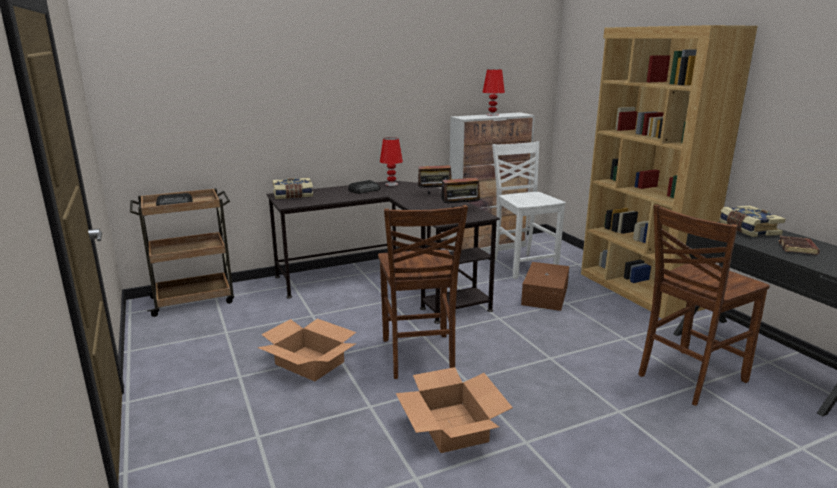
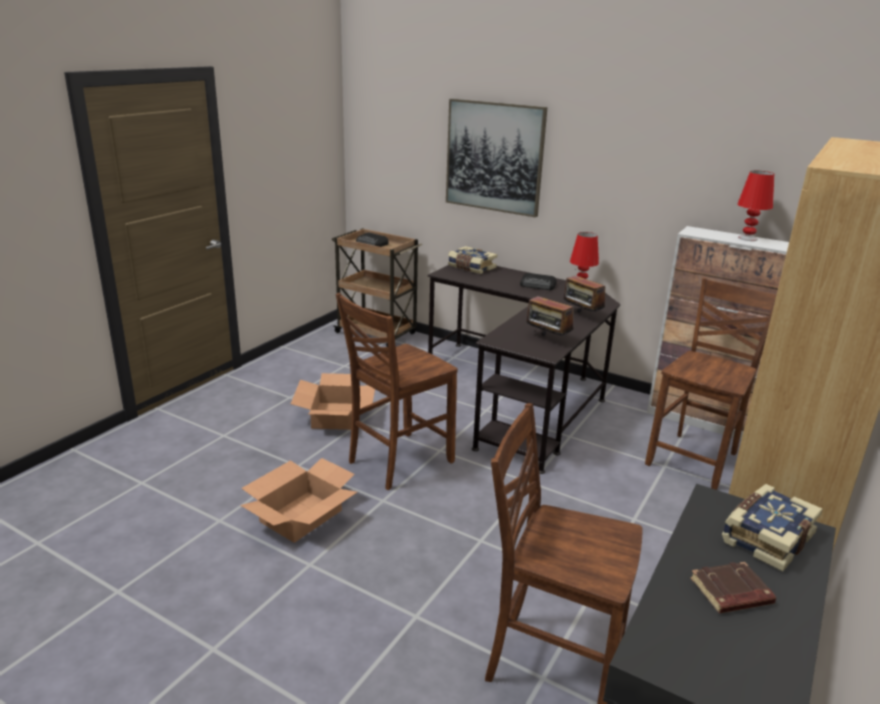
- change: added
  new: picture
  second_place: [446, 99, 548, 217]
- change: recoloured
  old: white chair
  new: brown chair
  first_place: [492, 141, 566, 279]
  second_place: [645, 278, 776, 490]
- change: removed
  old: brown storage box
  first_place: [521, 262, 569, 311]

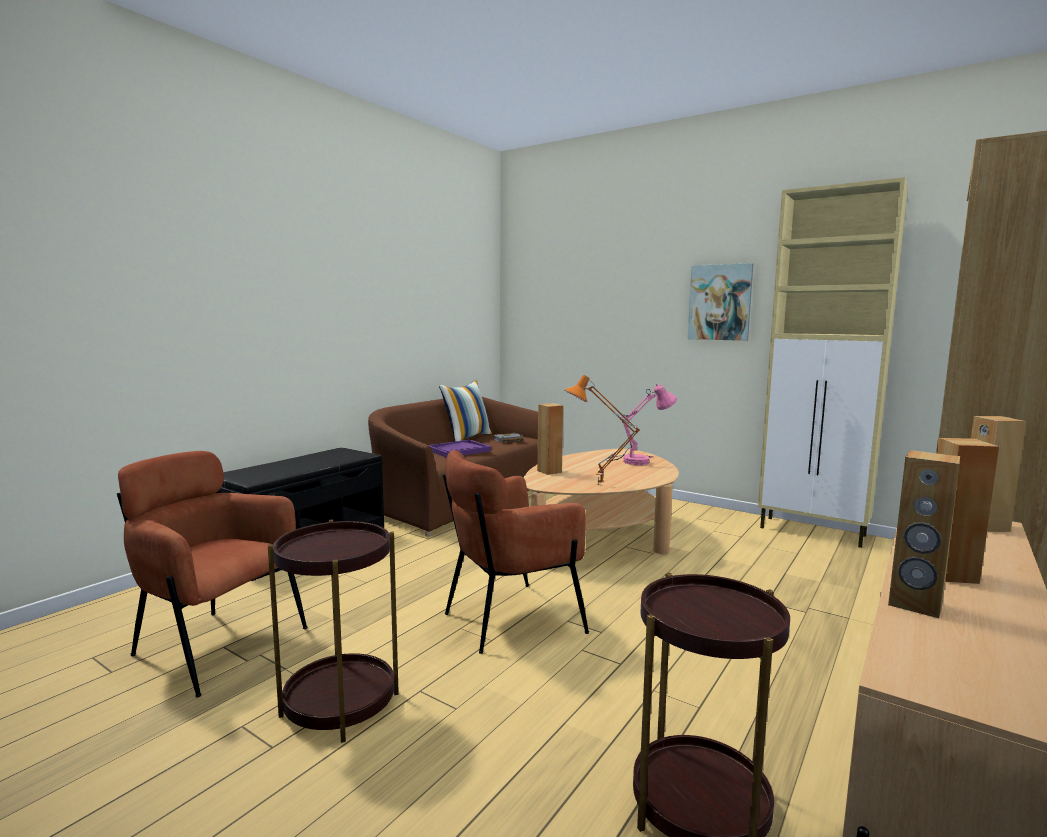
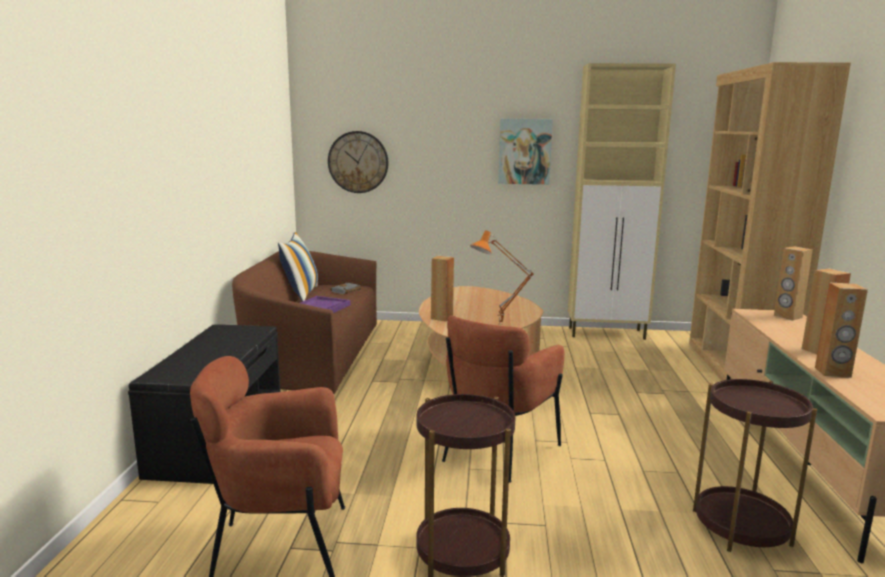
- change: added
  new: wall clock
  second_place: [328, 131, 388, 193]
- change: removed
  old: pink table lamp
  first_place: [607, 384, 677, 465]

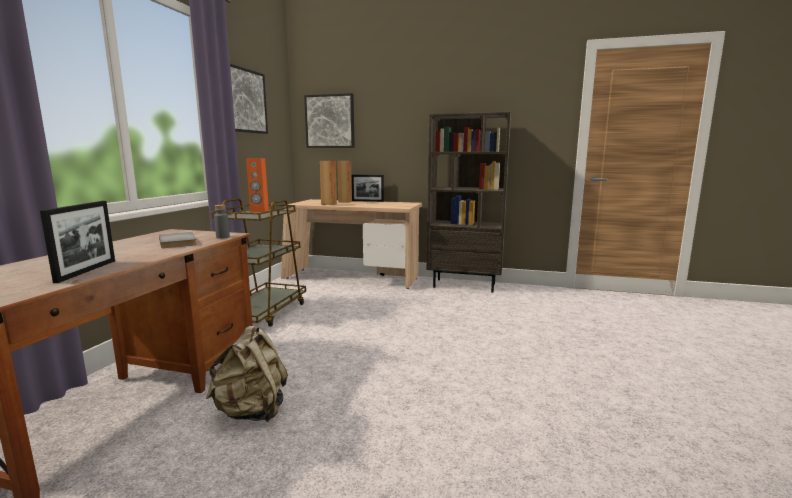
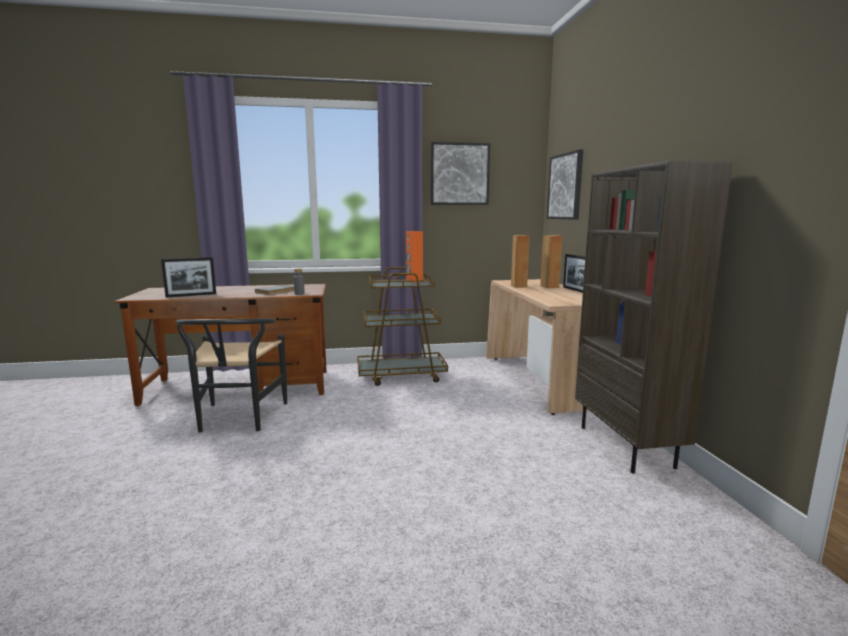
- change: replaced
  old: beige backpack
  new: black chair
  first_place: [206, 326, 288, 422]
  second_place: [176, 318, 287, 433]

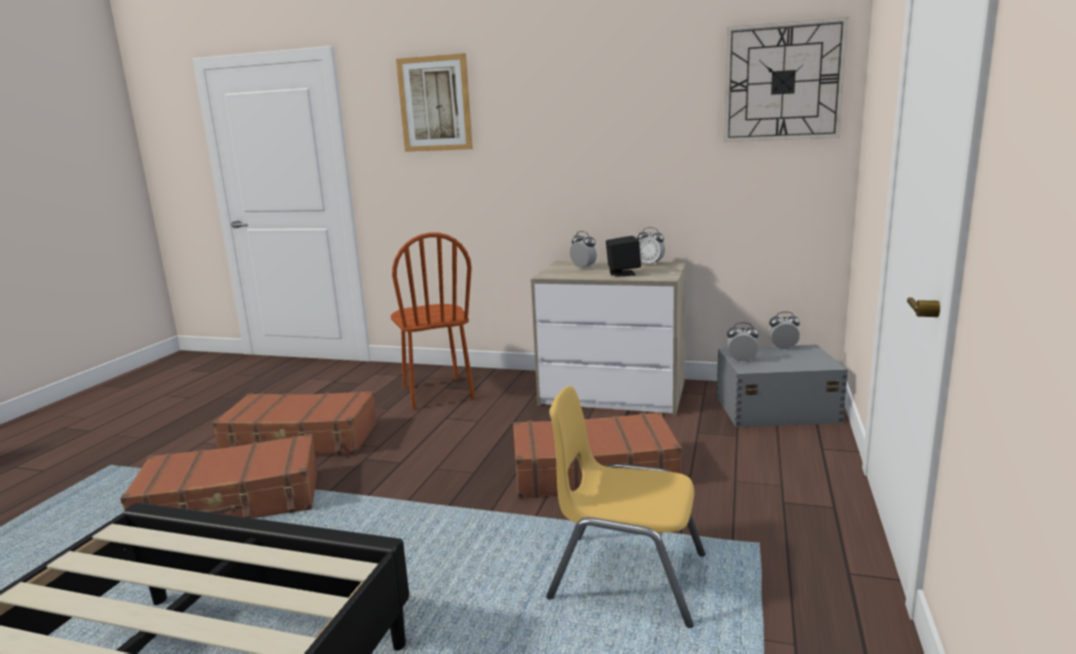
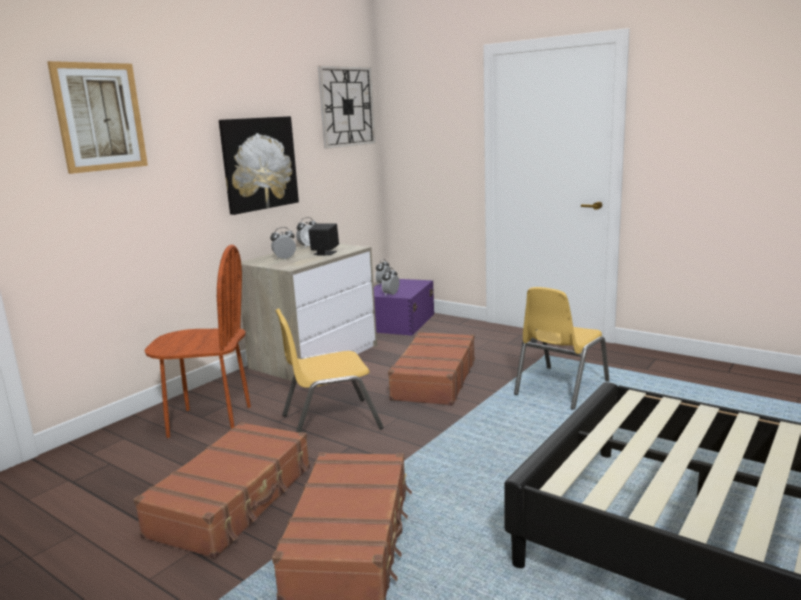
- change: added
  new: picture
  second_place: [219, 116, 299, 215]
- change: added
  new: yellow chair
  second_place: [275, 308, 383, 433]
- change: recoloured
  old: grey storage box
  new: purple storage box
  first_place: [717, 345, 848, 427]
  second_place: [374, 279, 434, 336]

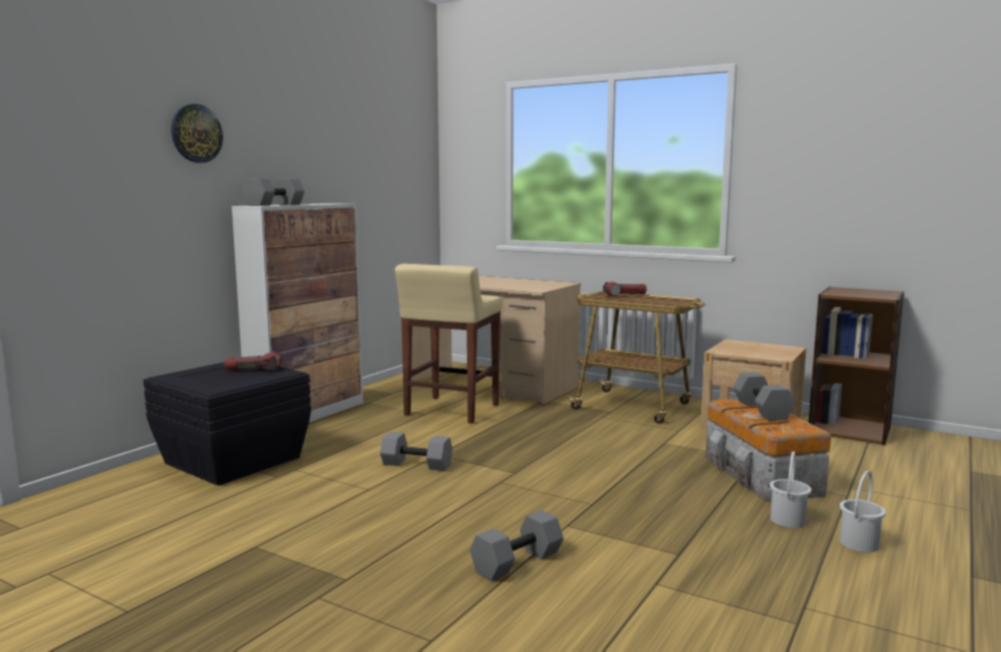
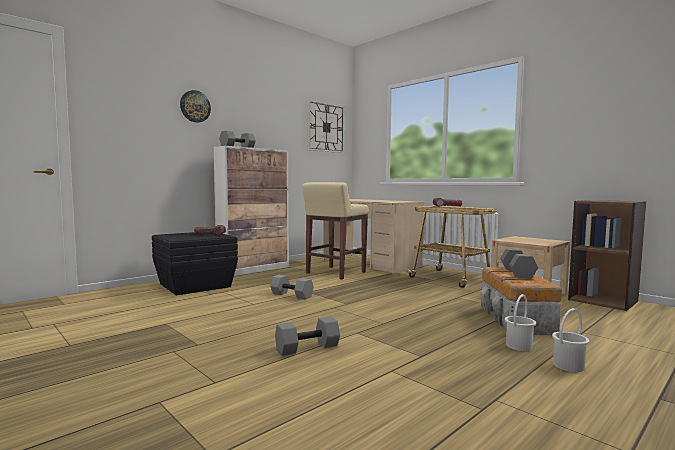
- change: added
  new: wall clock
  second_place: [308, 100, 345, 153]

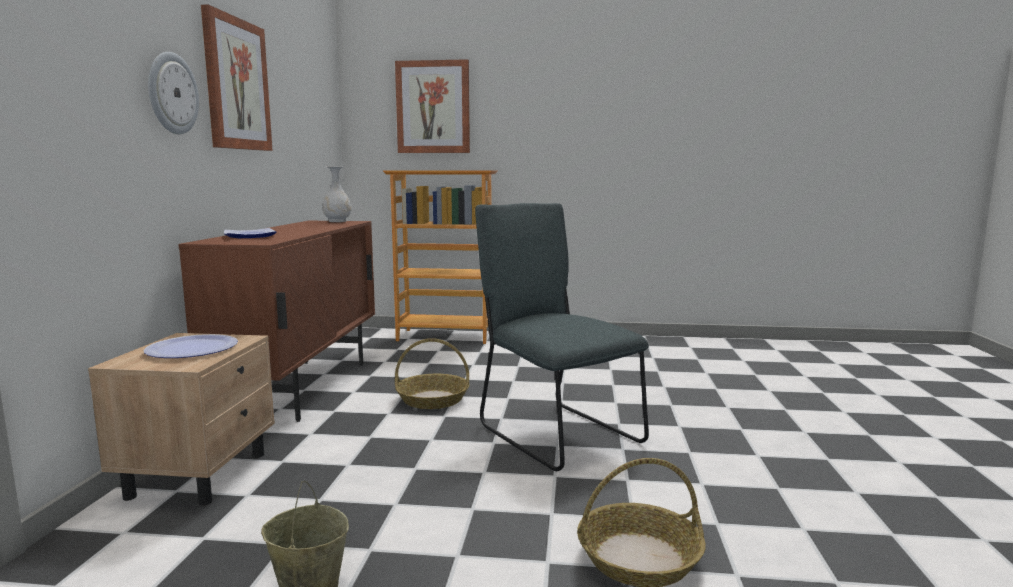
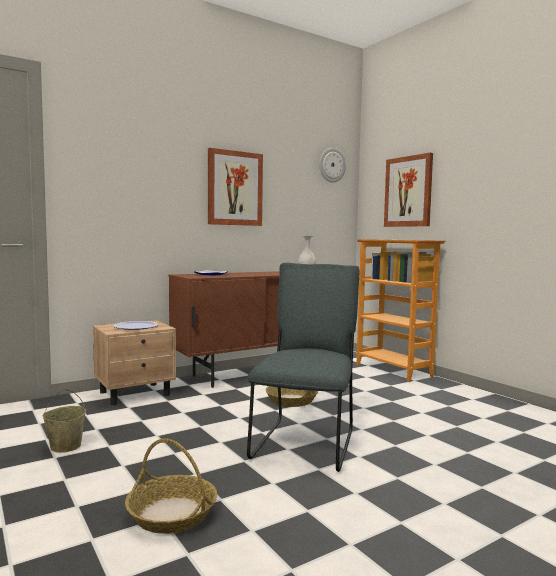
- change: moved
  old: wall clock
  first_place: [148, 52, 199, 134]
  second_place: [319, 148, 346, 183]

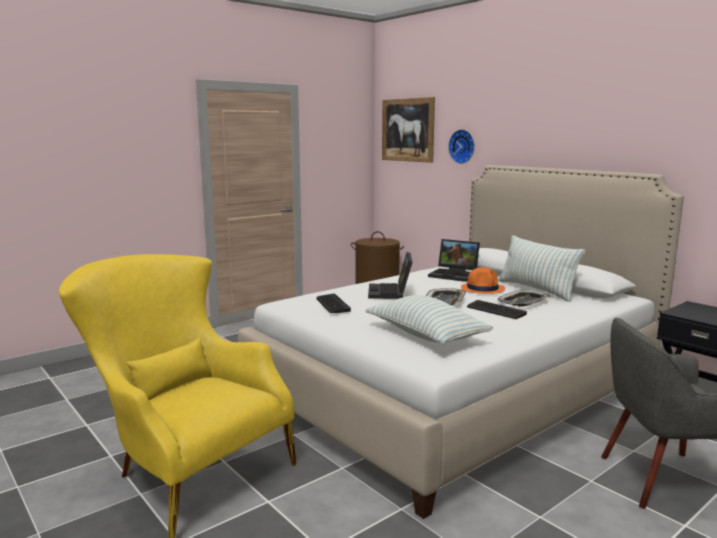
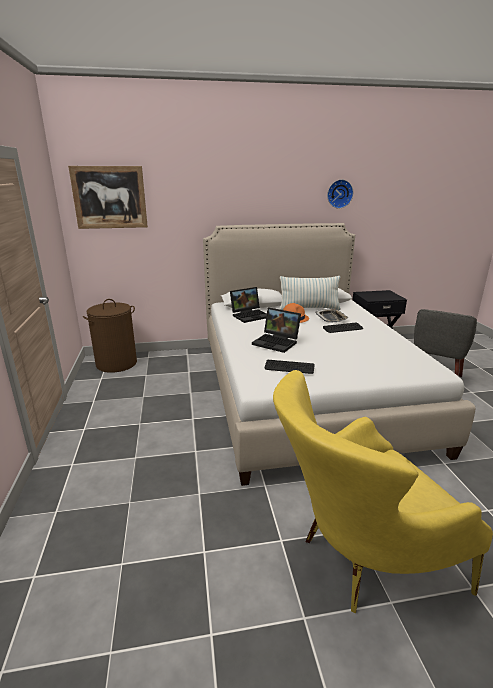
- change: moved
  old: wall clock
  first_place: [448, 129, 475, 164]
  second_place: [327, 179, 353, 209]
- change: removed
  old: pillow
  first_place: [366, 295, 493, 345]
- change: removed
  old: tray
  first_place: [426, 288, 466, 305]

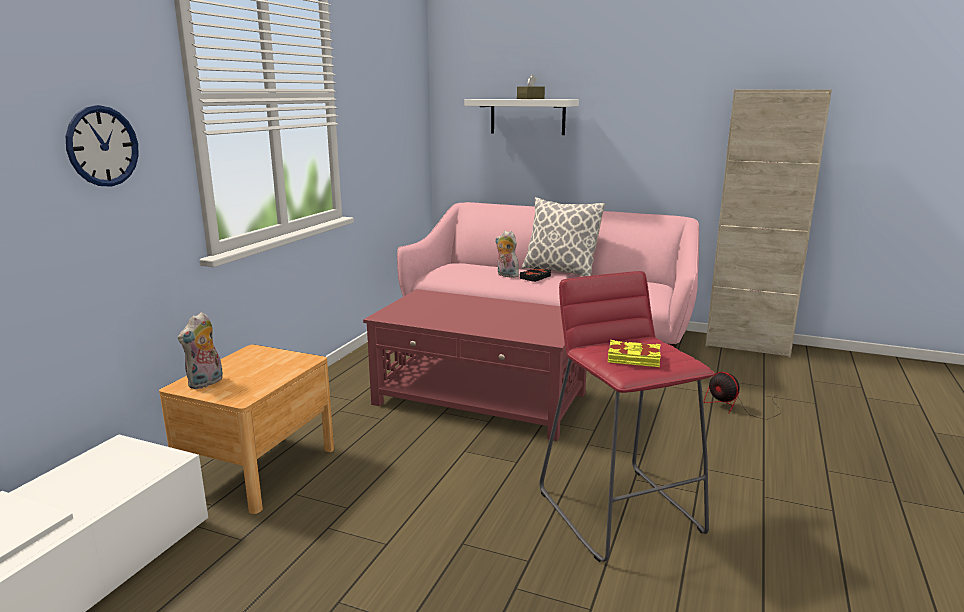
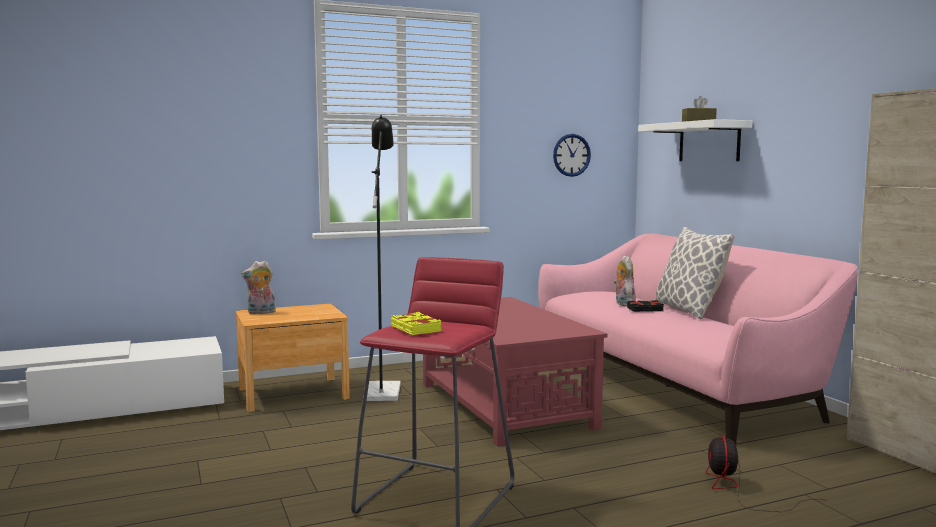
- change: added
  new: black floor lamp
  second_place: [366, 115, 401, 401]
- change: moved
  old: wall clock
  first_place: [66, 105, 139, 187]
  second_place: [553, 134, 591, 177]

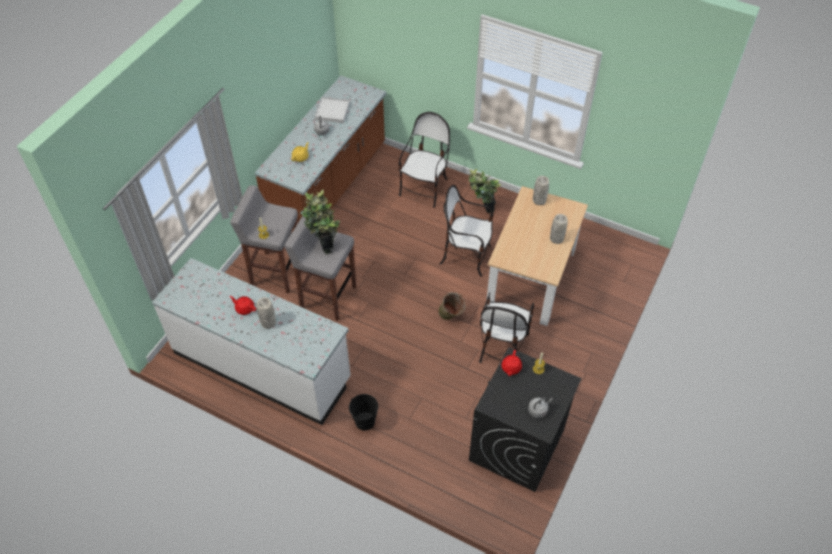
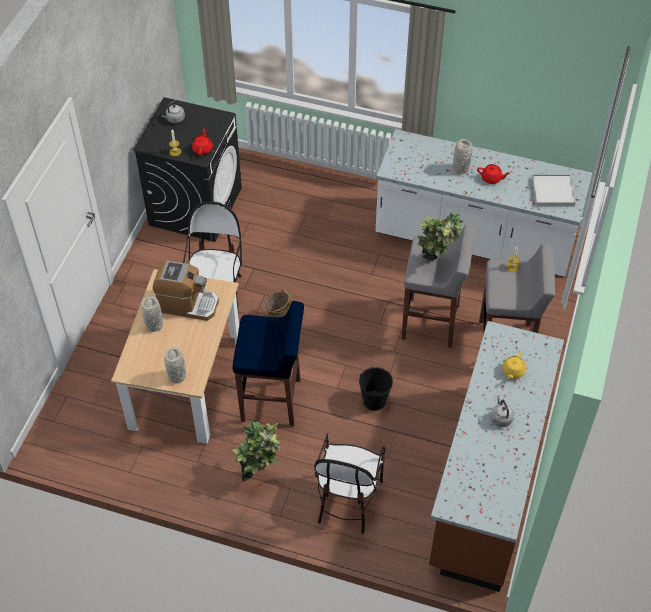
- change: added
  new: coffee machine
  second_place: [153, 260, 219, 321]
- change: replaced
  old: chair
  new: blue stool
  first_place: [440, 185, 493, 277]
  second_place: [233, 301, 304, 426]
- change: moved
  old: black bucket
  first_place: [349, 394, 378, 431]
  second_place: [359, 367, 393, 411]
- change: moved
  old: white tray
  first_place: [314, 97, 350, 123]
  second_place: [532, 174, 576, 207]

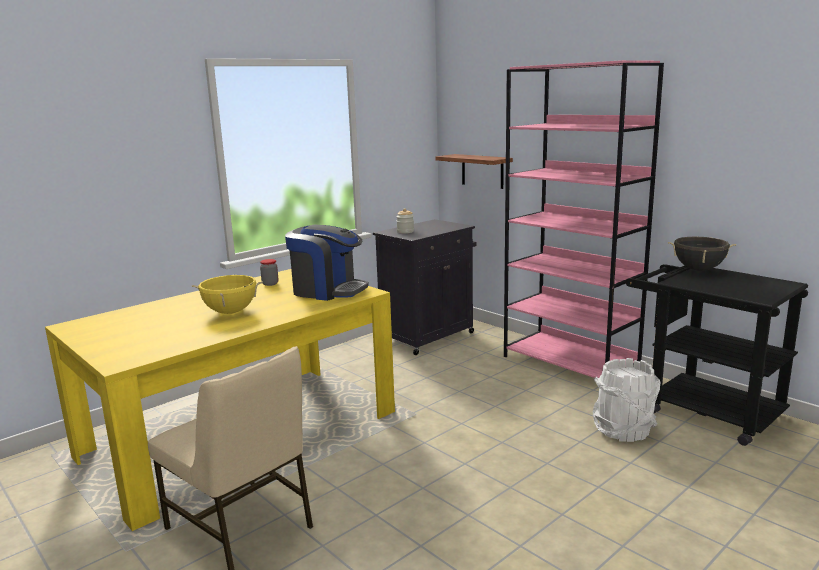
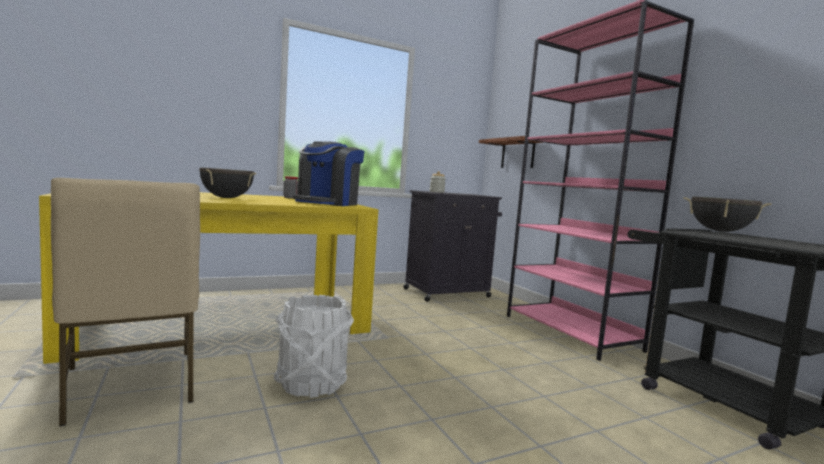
- change: recoloured
  old: yellow cooking pot
  new: black cooking pot
  first_place: [192, 274, 263, 314]
  second_place: [199, 167, 256, 198]
- change: moved
  old: white bucket
  first_place: [593, 358, 660, 442]
  second_place: [274, 295, 354, 398]
- change: turned
  old: coffee machine
  first_place: [285, 225, 369, 301]
  second_place: [293, 141, 364, 206]
  degrees: 75

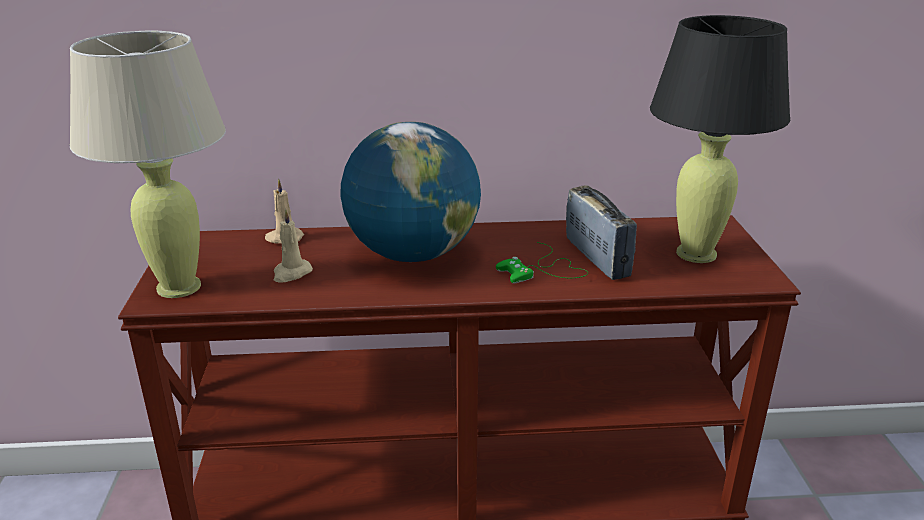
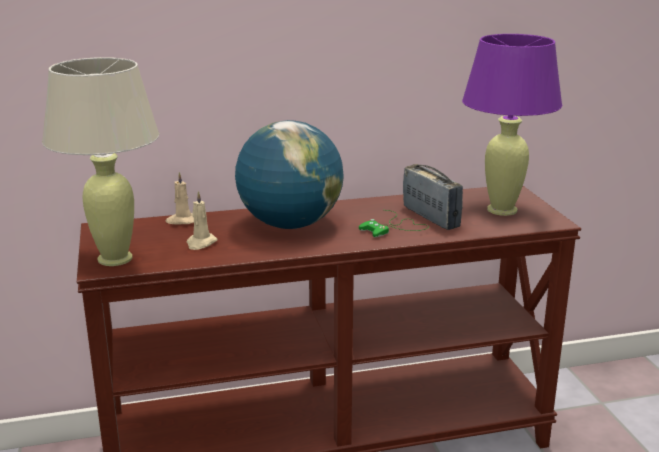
- change: recoloured
  old: black table lamp
  new: purple table lamp
  first_place: [650, 15, 790, 263]
  second_place: [462, 34, 562, 216]

